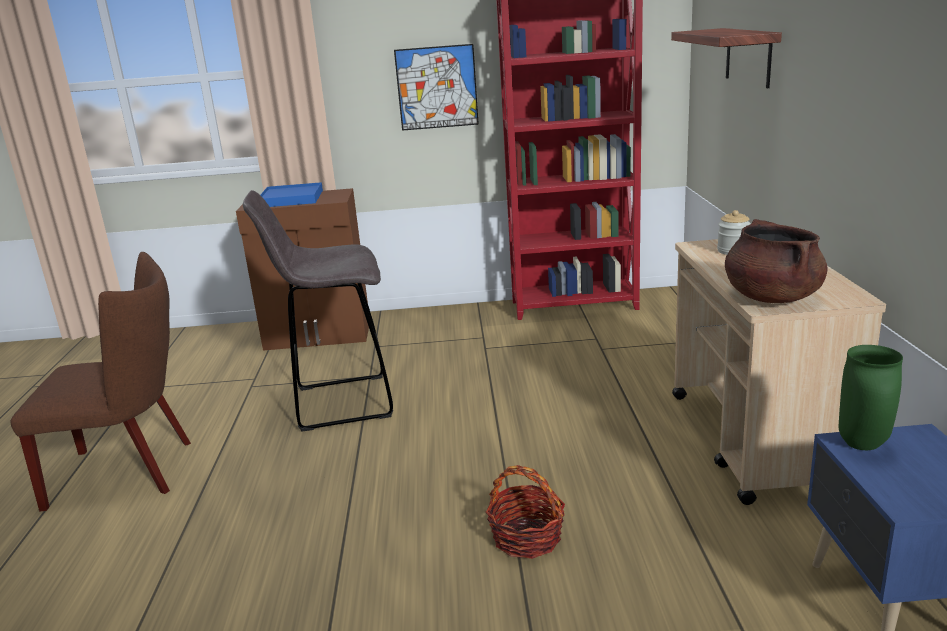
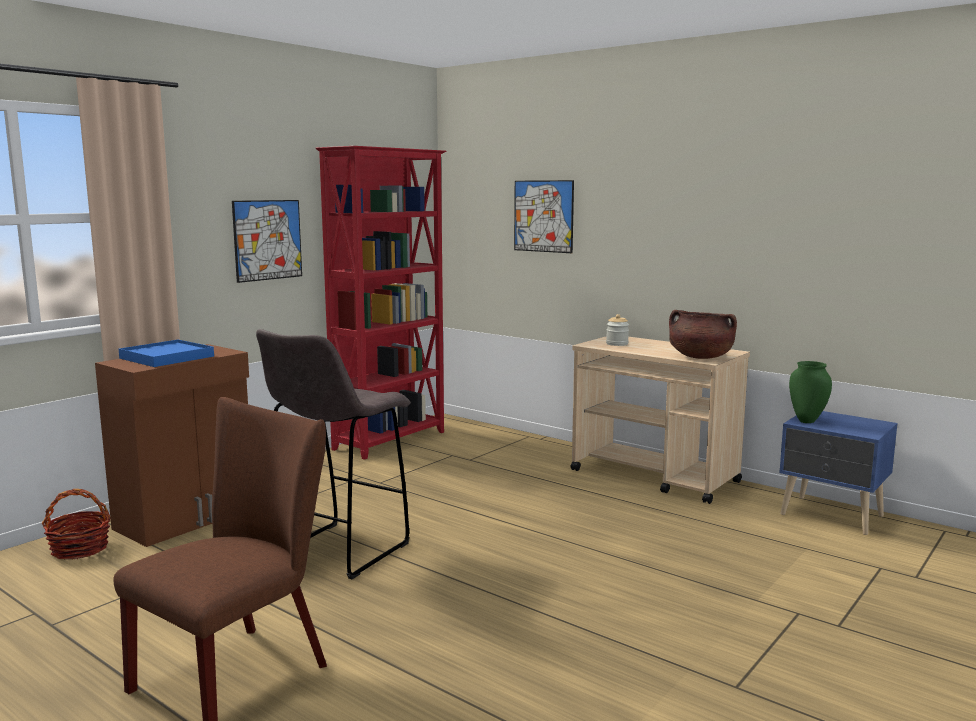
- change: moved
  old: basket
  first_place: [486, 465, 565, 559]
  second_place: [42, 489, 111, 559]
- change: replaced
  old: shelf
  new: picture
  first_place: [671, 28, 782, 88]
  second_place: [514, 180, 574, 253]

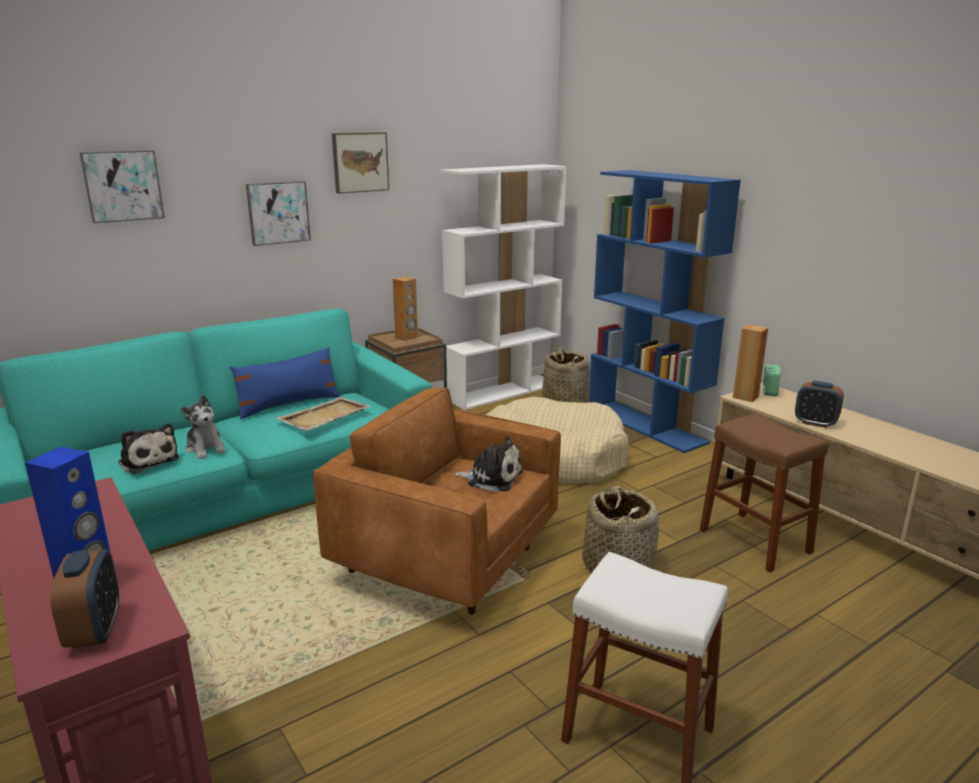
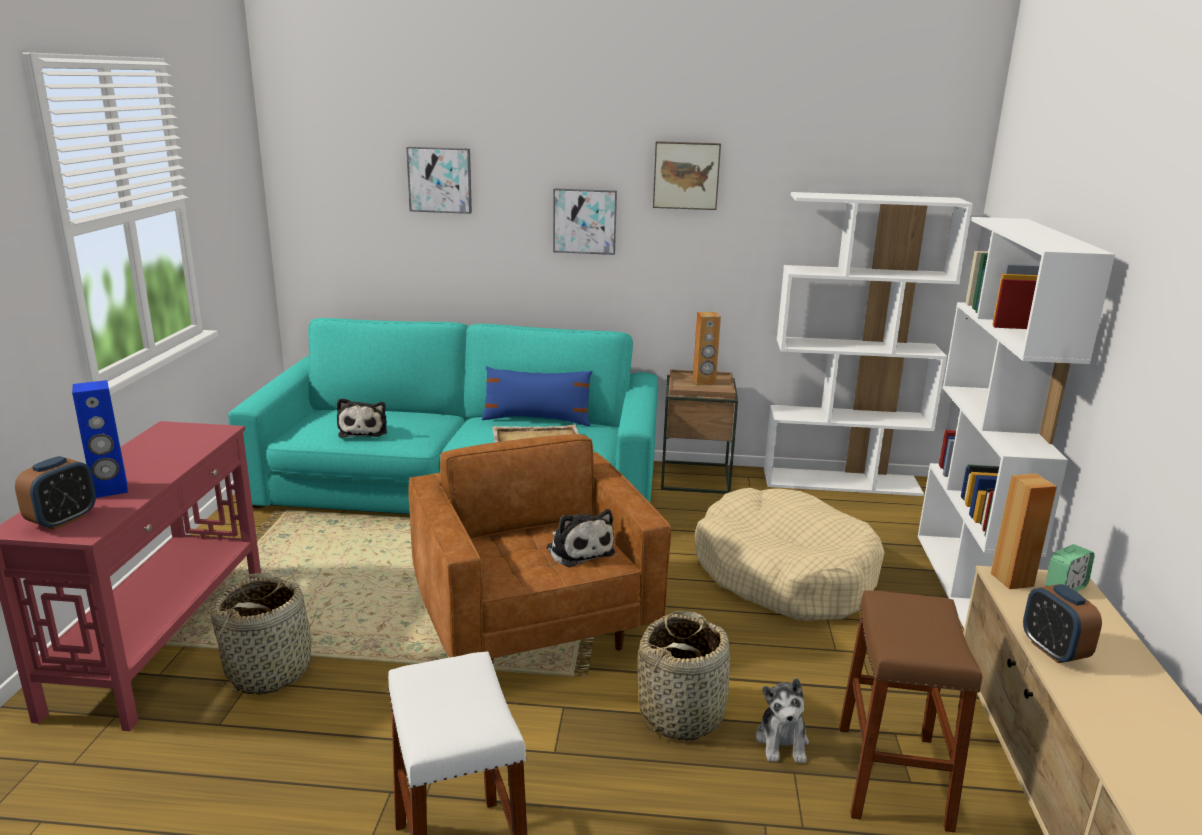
- change: moved
  old: basket
  first_place: [542, 348, 590, 403]
  second_place: [211, 573, 317, 695]
- change: moved
  old: plush toy
  first_place: [181, 395, 226, 459]
  second_place: [756, 678, 809, 763]
- change: recoloured
  old: blue bookcase
  new: white bookcase
  first_place: [589, 170, 741, 453]
  second_place: [918, 217, 1115, 628]

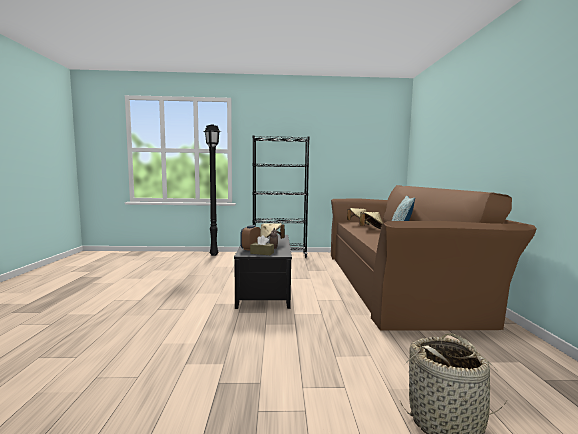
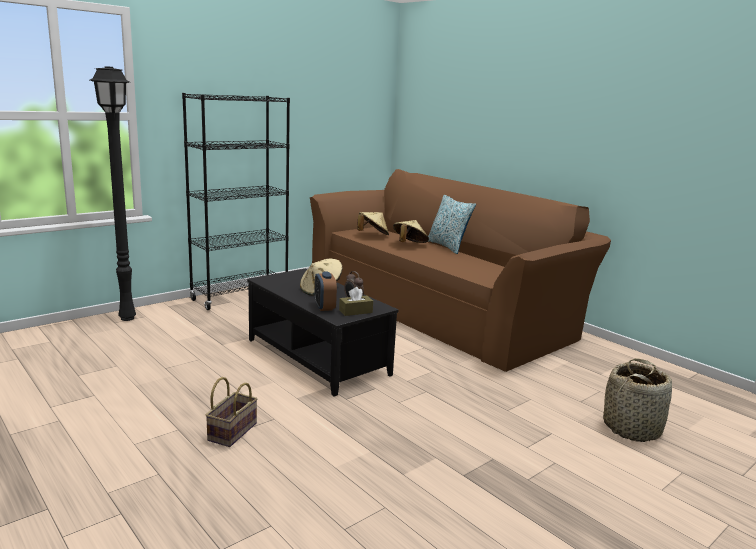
- change: added
  new: basket
  second_place: [206, 377, 257, 447]

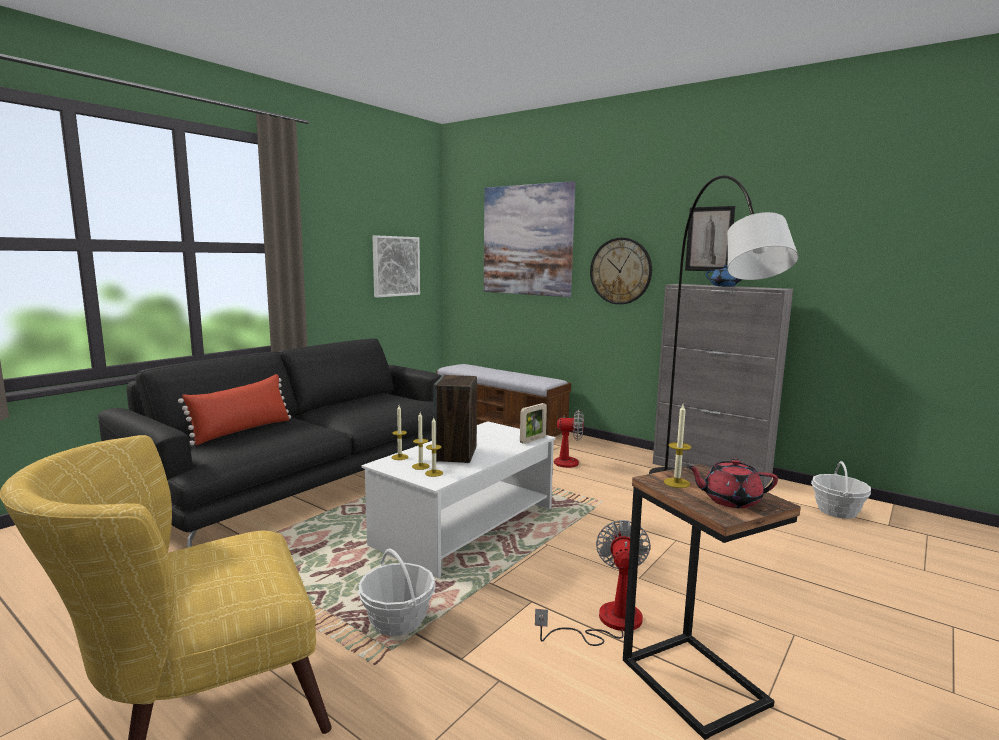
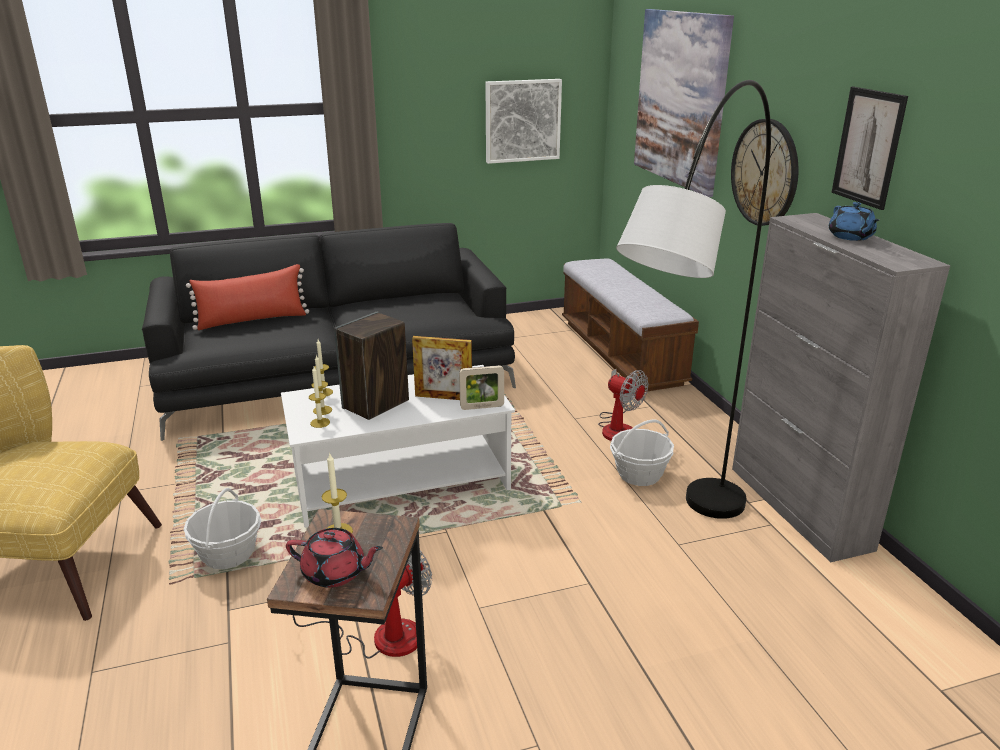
- change: turned
  old: red teapot
  first_place: [686, 458, 778, 508]
  second_place: [286, 528, 383, 588]
  degrees: 150
- change: added
  new: picture frame
  second_place: [412, 336, 472, 400]
- change: moved
  old: basket
  first_place: [811, 461, 871, 519]
  second_place: [610, 420, 674, 486]

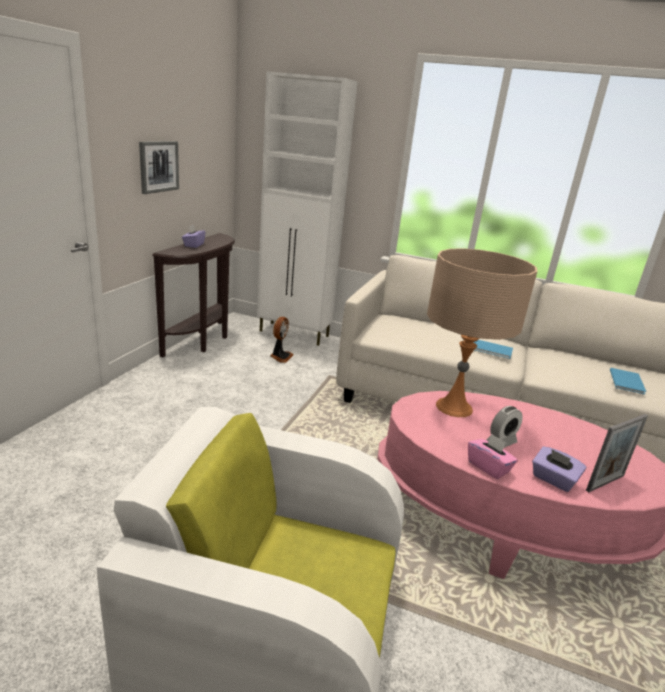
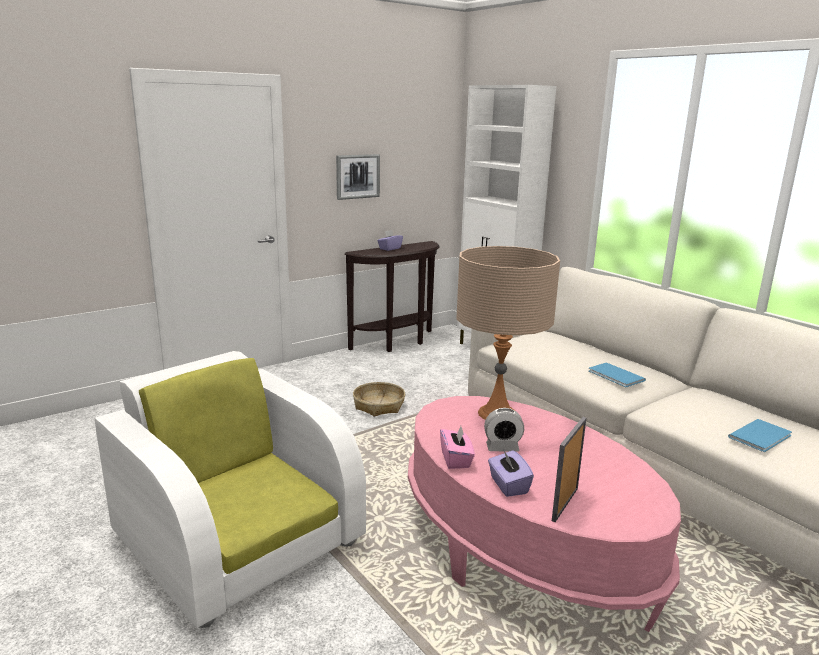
- change: added
  new: basket
  second_place: [353, 382, 405, 417]
- change: turned
  old: picture frame
  first_place: [586, 414, 648, 492]
  second_place: [552, 417, 586, 522]
  degrees: 120
- change: removed
  old: fan
  first_place: [270, 317, 294, 363]

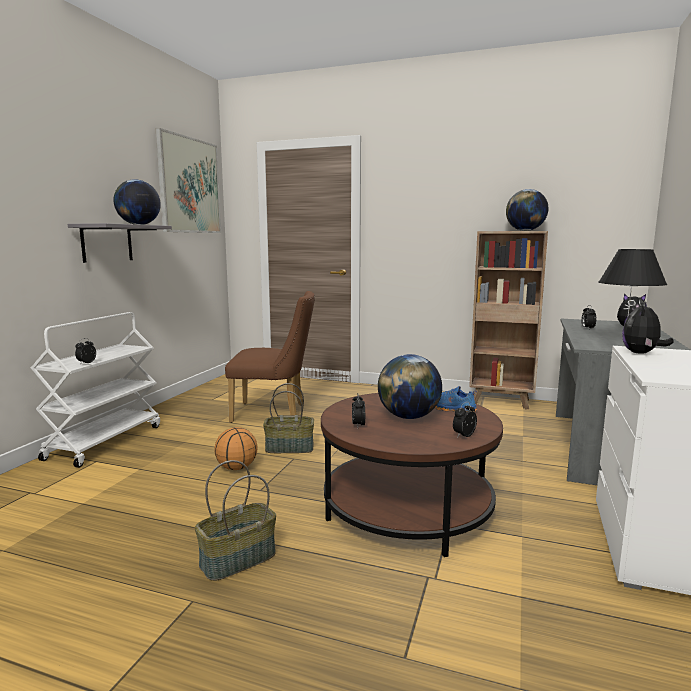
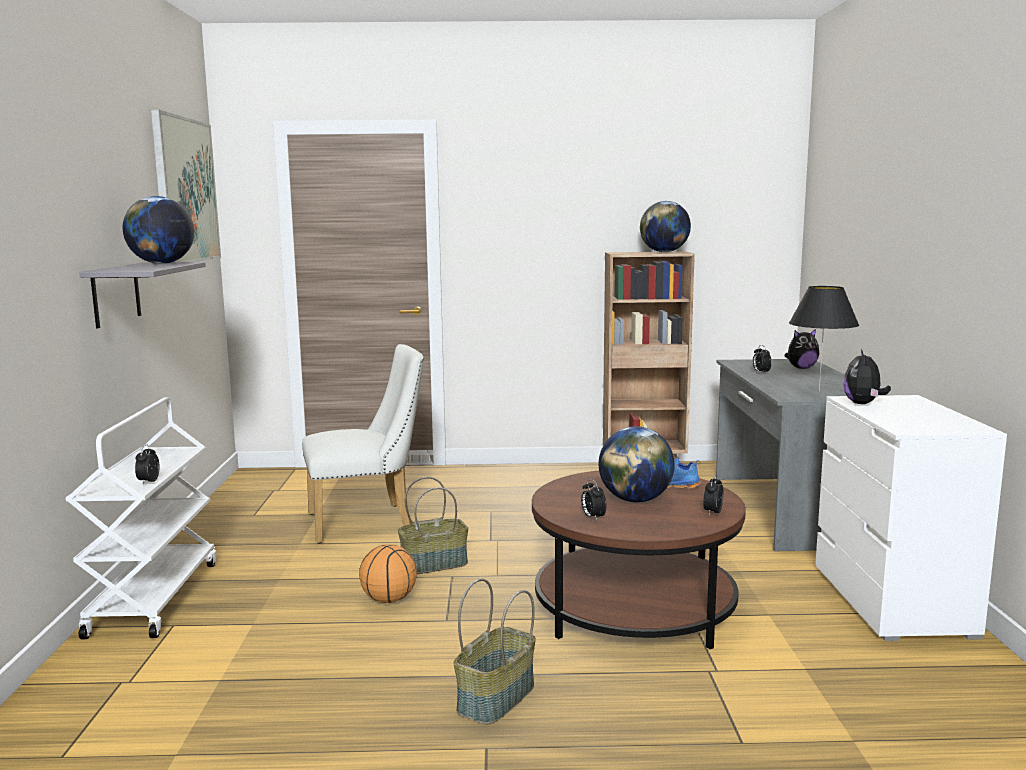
- change: recoloured
  old: brown chair
  new: white chair
  first_place: [225, 291, 315, 423]
  second_place: [302, 344, 424, 544]

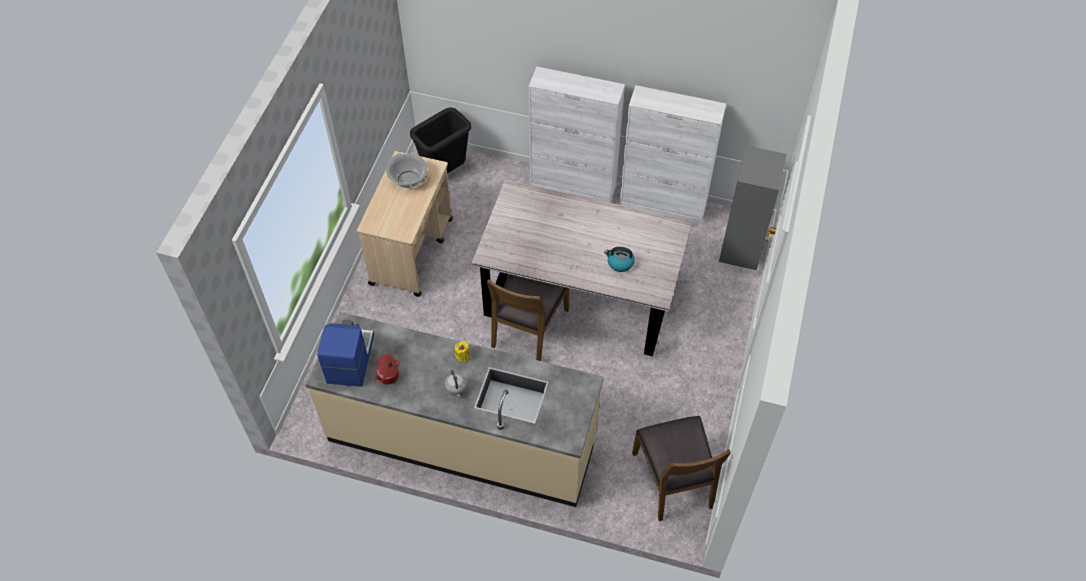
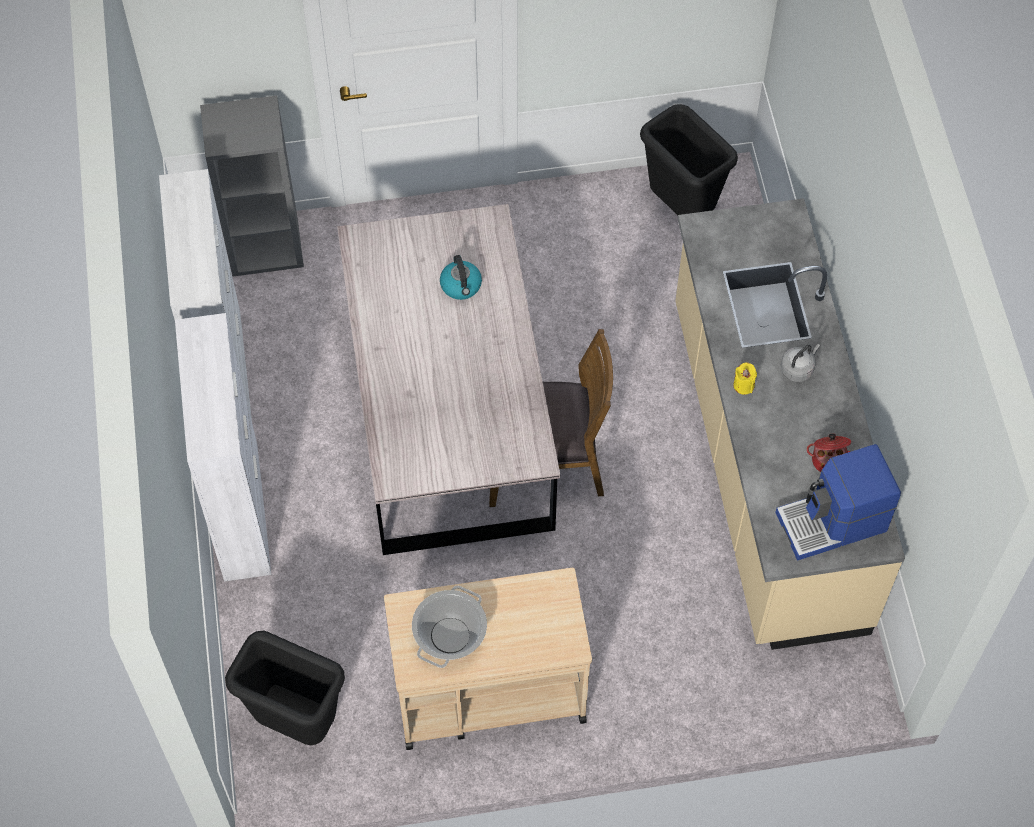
- change: replaced
  old: brown chair
  new: black trash can
  first_place: [632, 416, 731, 521]
  second_place: [640, 104, 738, 215]

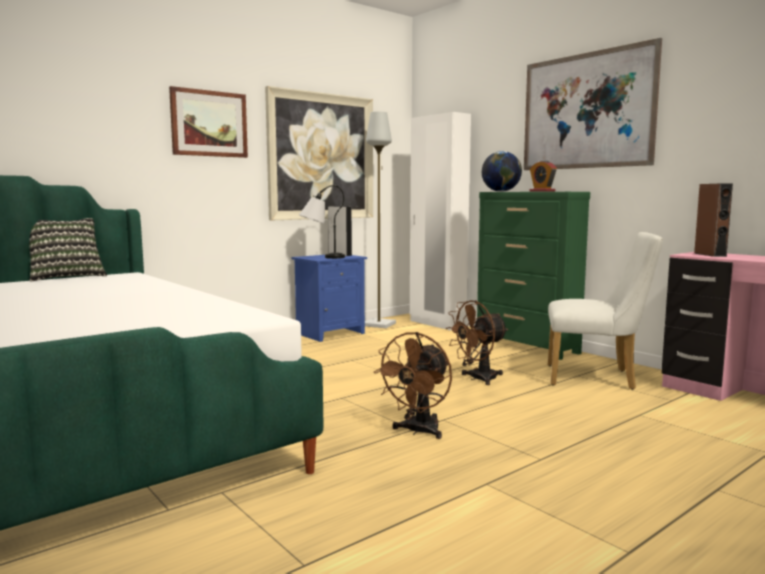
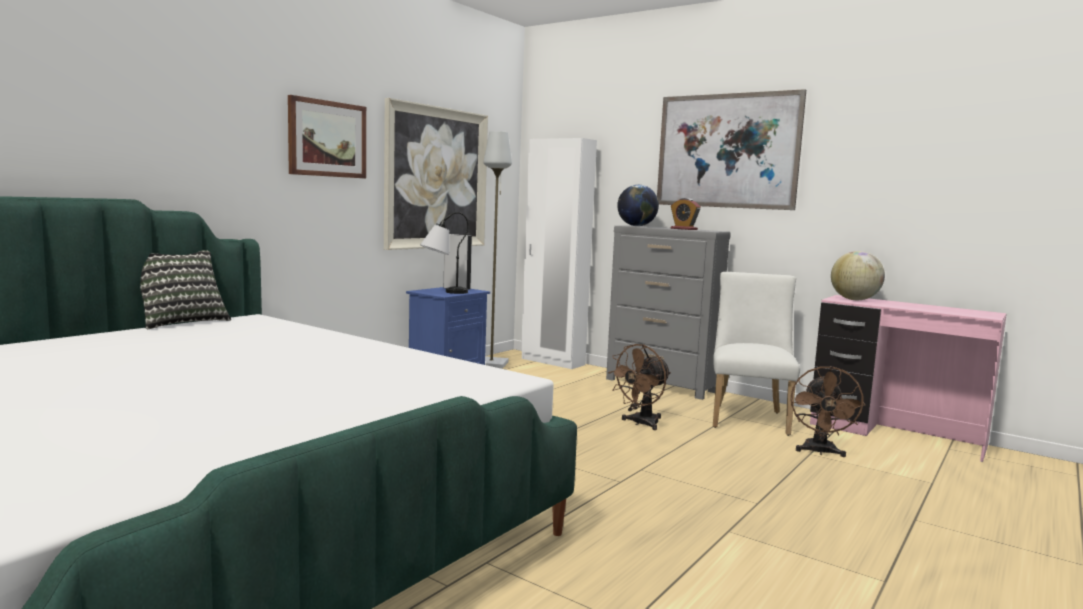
- change: recoloured
  old: green dresser
  new: grey dresser
  first_place: [477, 192, 590, 360]
  second_place: [606, 225, 731, 400]
- change: turned
  old: white chair
  first_place: [548, 232, 663, 390]
  second_place: [713, 272, 800, 436]
  degrees: -75
- change: moved
  old: brown fan
  first_place: [374, 332, 452, 439]
  second_place: [791, 366, 866, 457]
- change: replaced
  old: brown speaker
  new: globe
  first_place: [694, 184, 733, 257]
  second_place: [831, 251, 885, 300]

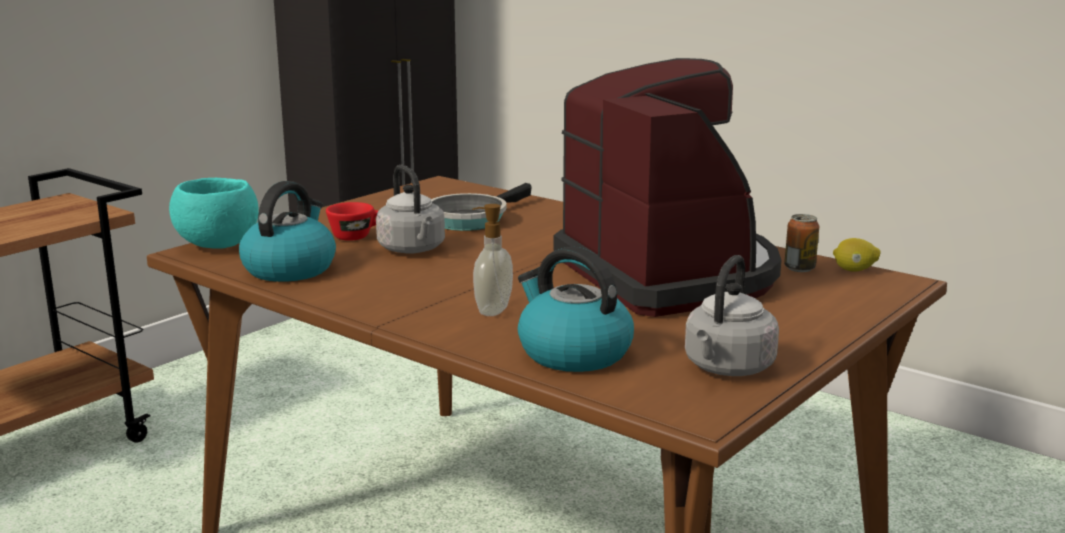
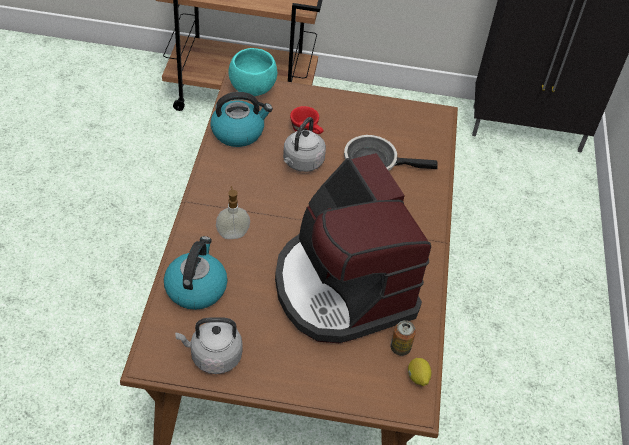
- change: turned
  old: coffee machine
  first_place: [553, 58, 781, 317]
  second_place: [275, 153, 431, 343]
  degrees: 120

